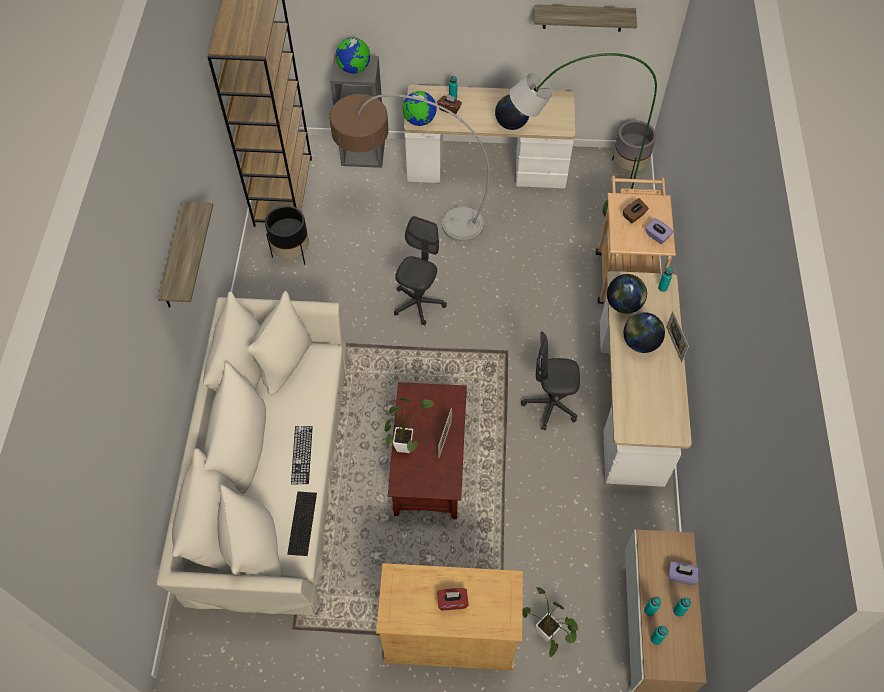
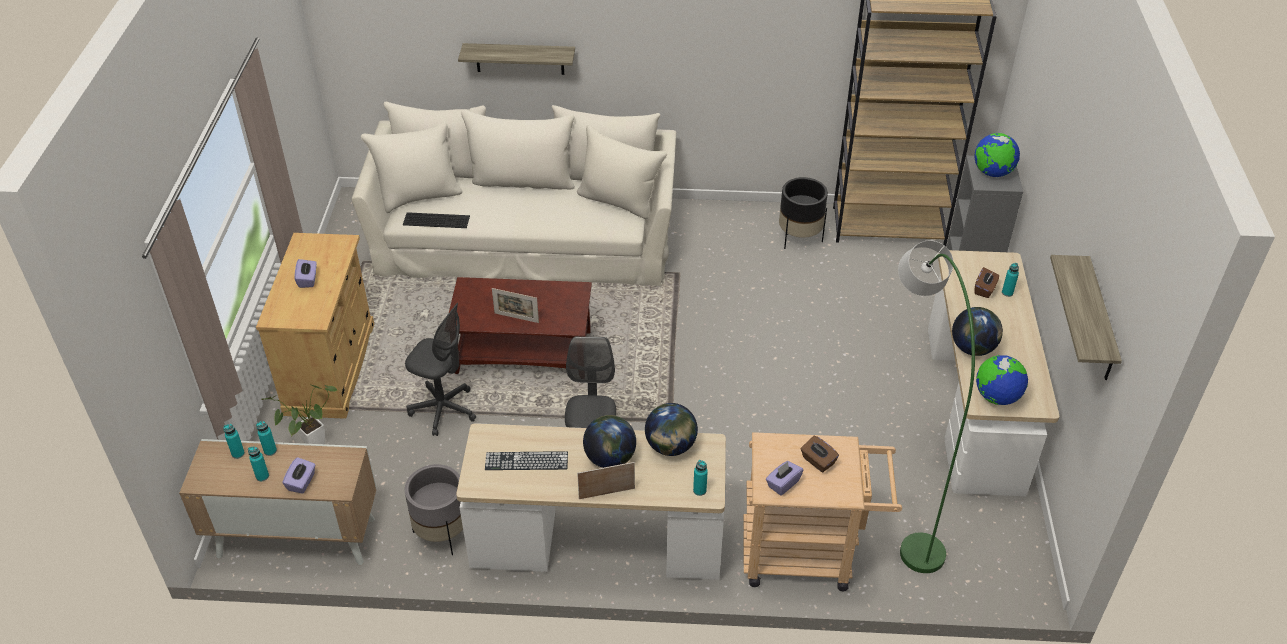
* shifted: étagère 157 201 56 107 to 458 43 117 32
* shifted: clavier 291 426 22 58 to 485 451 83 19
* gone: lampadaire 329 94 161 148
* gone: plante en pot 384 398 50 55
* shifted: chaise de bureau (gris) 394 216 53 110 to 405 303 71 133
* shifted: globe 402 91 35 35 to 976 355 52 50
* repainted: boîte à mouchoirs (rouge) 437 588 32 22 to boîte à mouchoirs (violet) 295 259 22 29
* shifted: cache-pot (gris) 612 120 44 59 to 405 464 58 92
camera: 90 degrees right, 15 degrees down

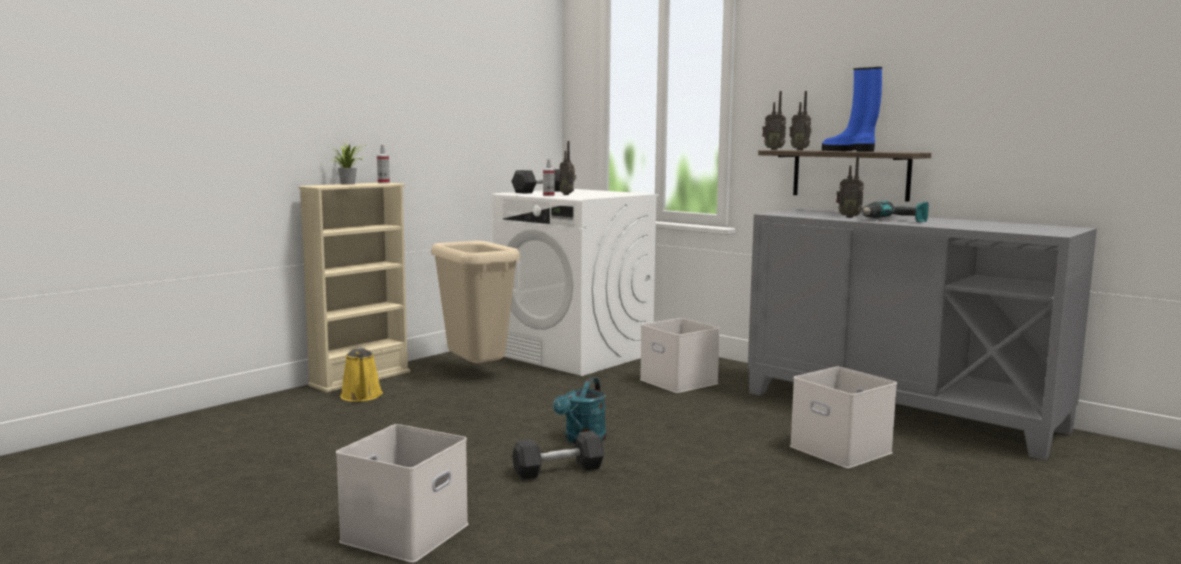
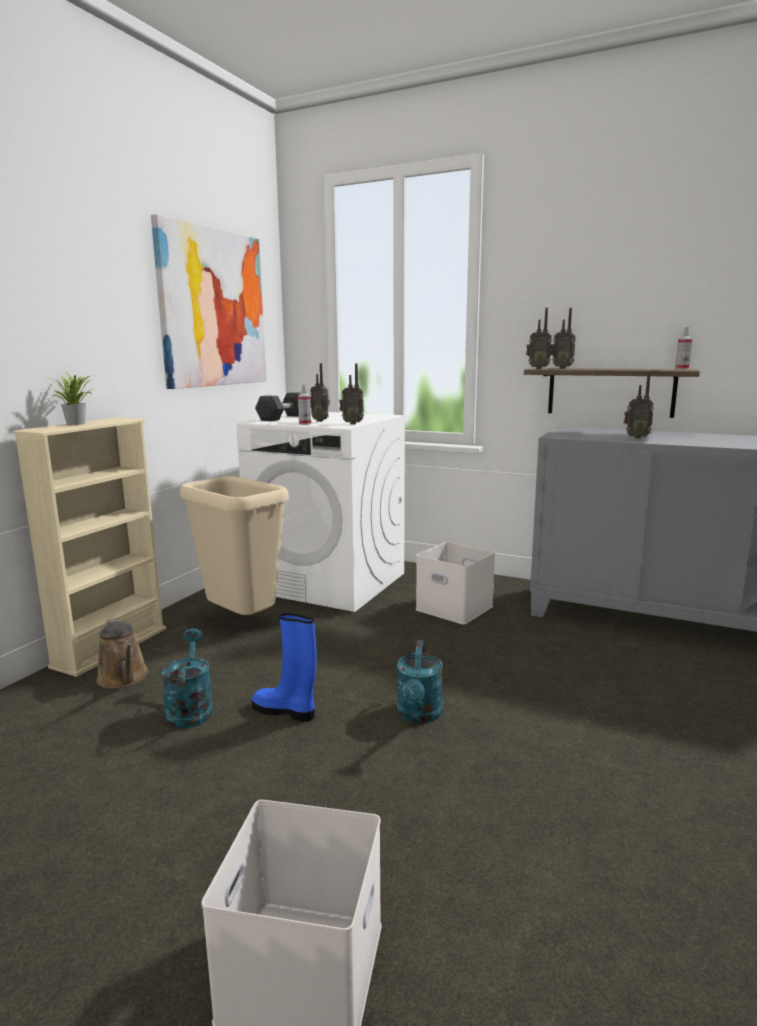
* repainted: arrosoir (jaune) 340 347 43 55 to arrosoir (marron) 96 618 52 71
* shifted: vaporisateur 377 145 13 39 to 675 327 17 43
* gone: haltère (gris) 512 431 93 49
* gone: boîte de rangement (blanc) 790 367 107 101
* shifted: botte (bleu) 822 67 60 85 to 252 613 65 109
* gone: perceuse 862 201 67 21
* new: tableau 151 214 115 175
* new: arrosoir (turquoise) 162 628 51 101
* new: radio 339 364 25 60
camera: 15 degrees left, 5 degrees up

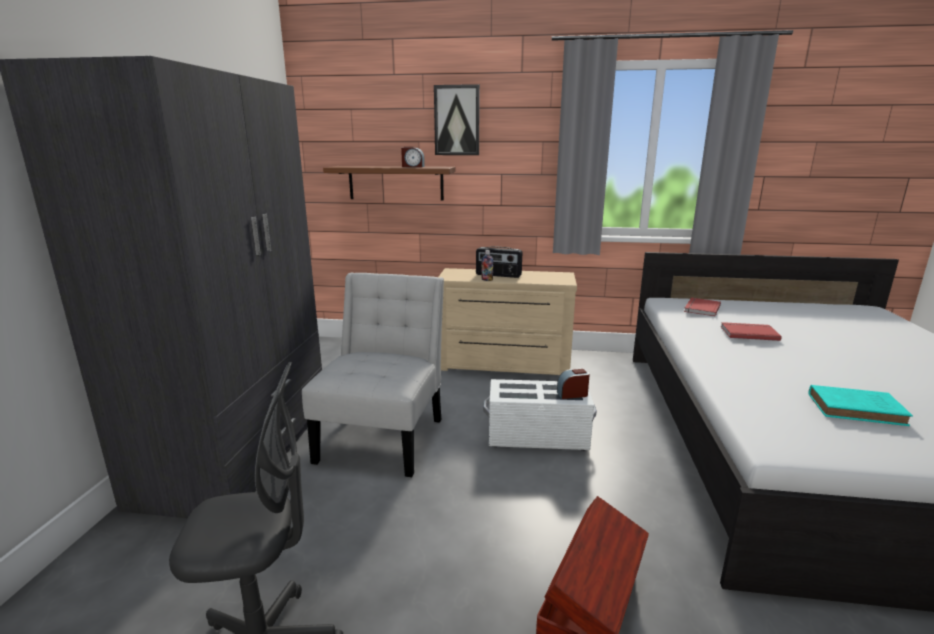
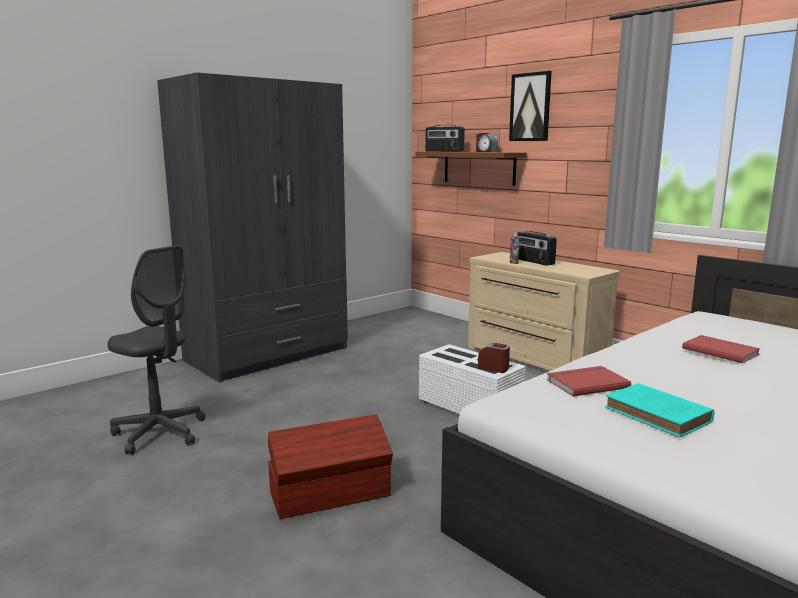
* gone: chaise (blanc) 302 272 142 205
* shifted: livre (rouge) 684 298 37 19 to 546 366 85 31
* new: radio 425 125 40 27
camera: 40 degrees right, 5 degrees down

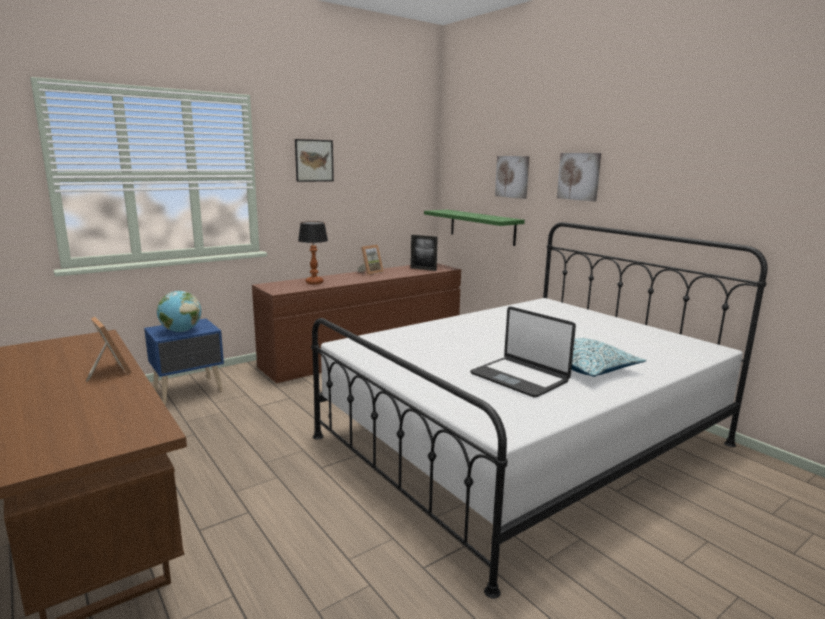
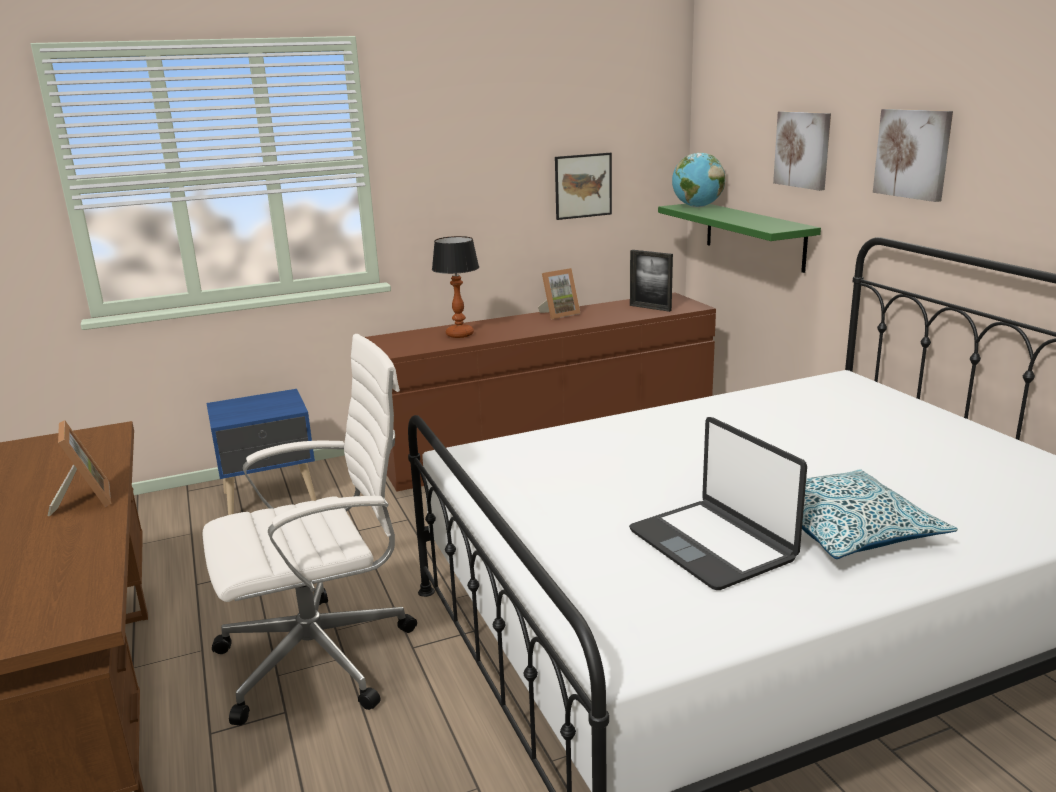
* shifted: globe 157 291 44 41 to 672 153 54 54
* shifted: tableau 295 139 39 43 to 555 153 57 67
* new: chaise de bureau (blanc) 203 334 214 392
camera: 15 degrees right, 5 degrees up

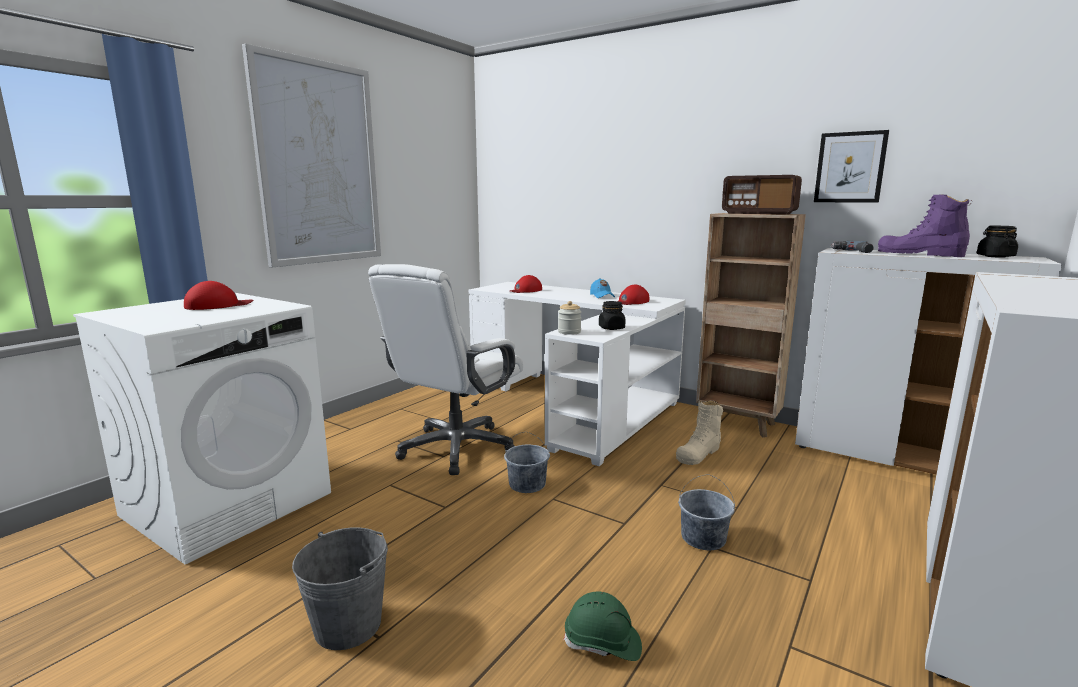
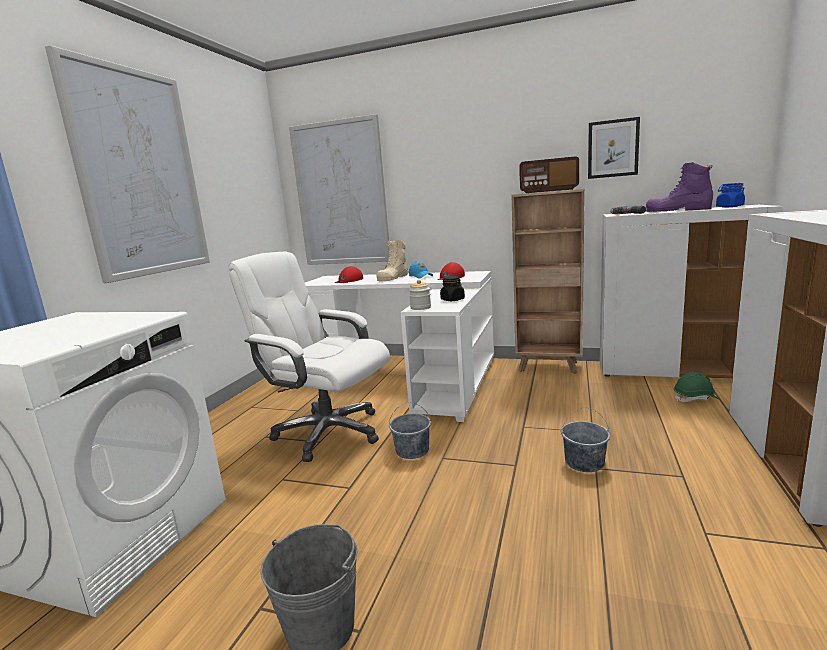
* gone: casquette (rouge) 184 281 69 29
* rotated: chaise de bureau (blanc) 368 264 155 211 = 228 251 162 211 105 degrees clockwise
* shifted: casque de chantier (vert) 563 592 79 69 to 674 372 44 30
* shifted: botte (beige) 676 400 47 65 to 377 240 31 41
* repainted: bocal (noir) 977 226 41 32 to bocal (bleu) 716 183 29 24
* new: tableau 289 114 100 151
camera: 15 degrees left, 0 degrees up

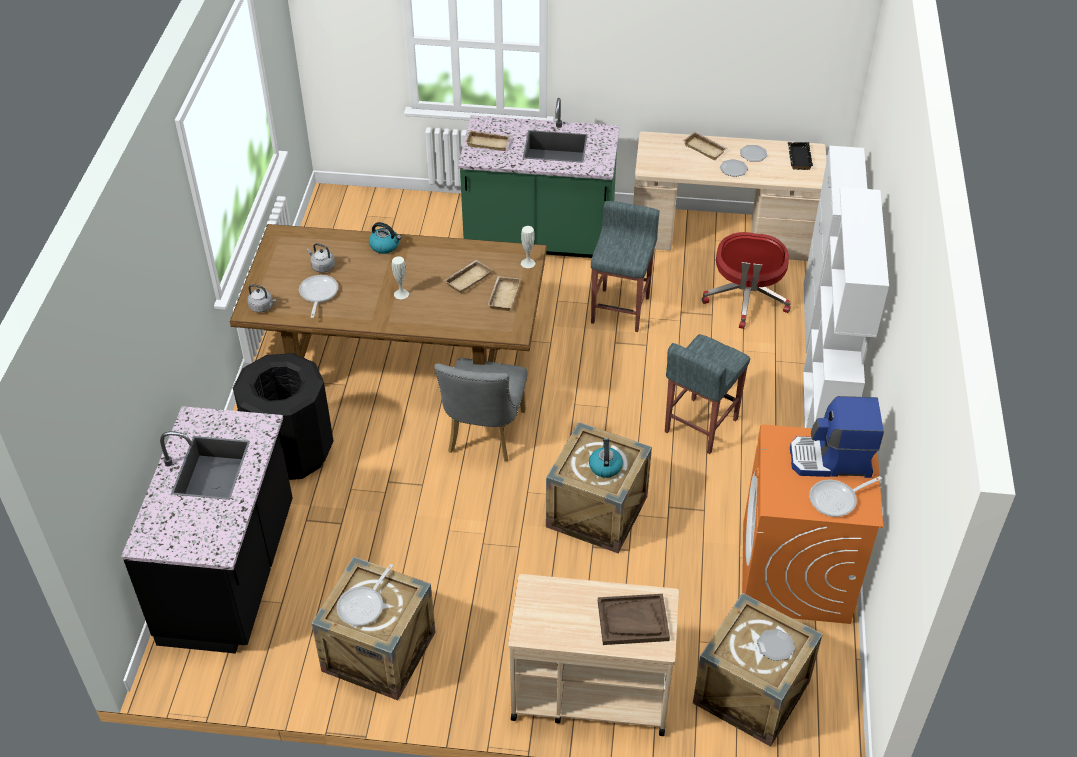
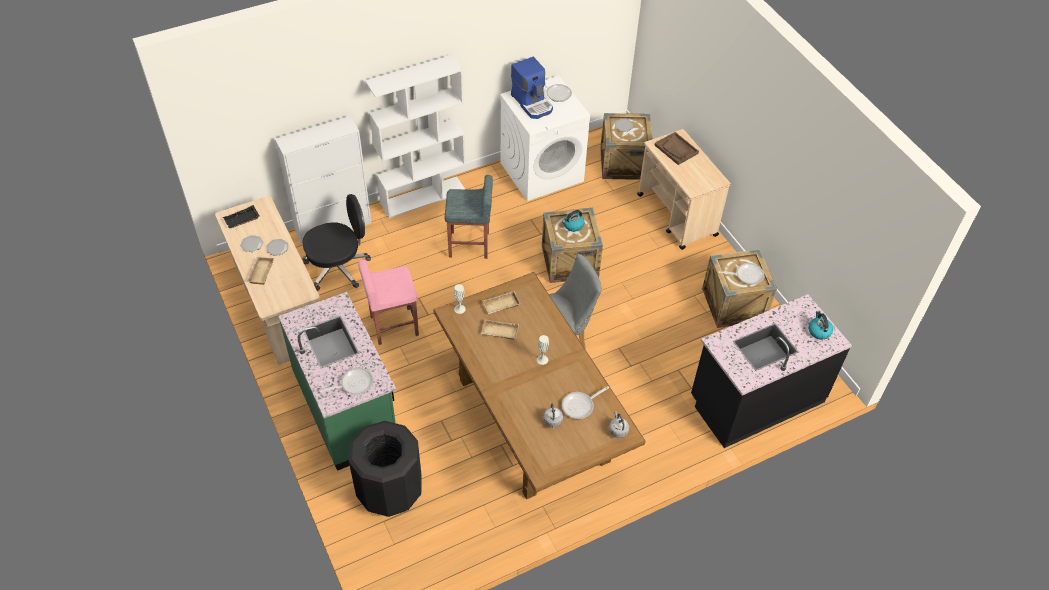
* shifted: poubelle (noir) 233 353 101 127 to 349 421 73 96
* shifted: bouilloire 369 222 32 32 to 808 311 25 28
* swapped: plateau (beige) 466 130 44 21 to poêle 319 368 54 27
* repainted: tabouret (gris) 591 201 68 131 to tabouret (rose) 358 260 61 85
* repainted: chaise de bureau (rouge) 702 232 89 97 to chaise de bureau (noir) 302 194 69 97
* repainted: lave-linge (orange) 742 424 141 200 to lave-linge (blanc) 500 76 90 125
camera: 125 degrees left, 5 degrees up

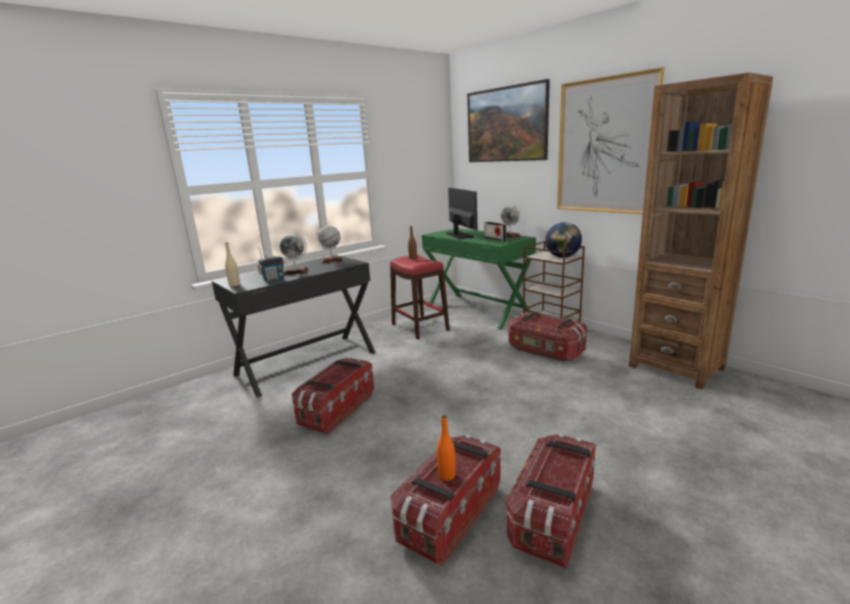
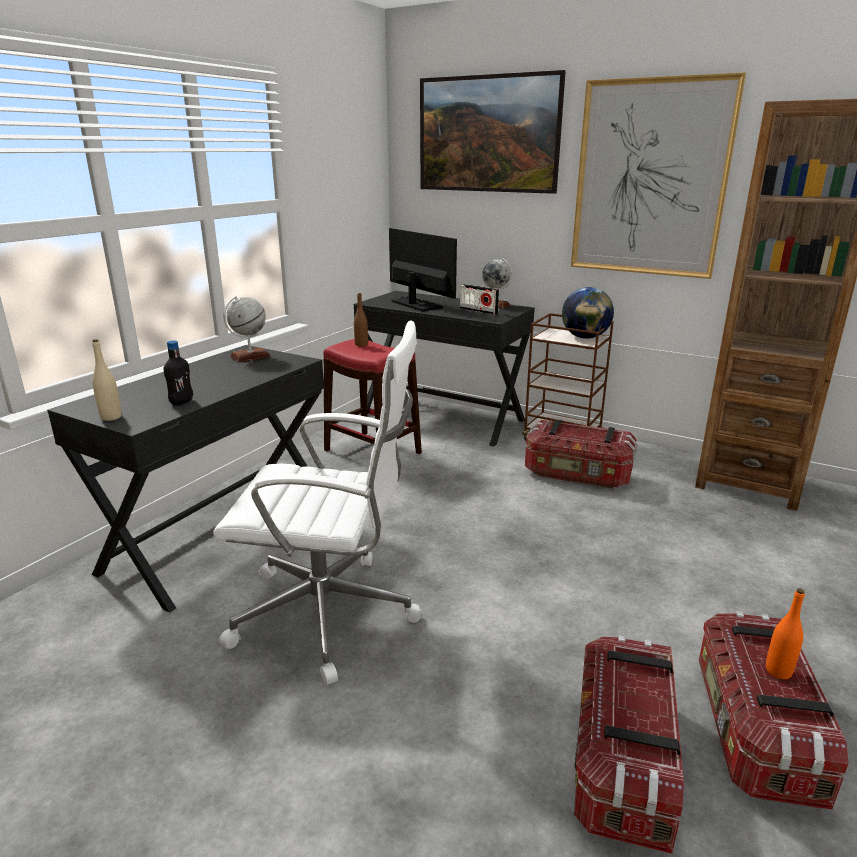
* swapped: radio 258 247 27 35 to bouteille (noir) 163 340 30 65
* gone: globe 280 233 28 42
* swapped: boîte de rangement 292 357 82 77 to chaise de bureau (blanc) 213 321 209 364
* repainted: bureau (vert) 422 228 114 102 to bureau (noir) 354 291 181 156
* shifted: bouteille (orange) 437 415 19 66 to 766 588 39 91
camera: 20 degrees left, 5 degrees up

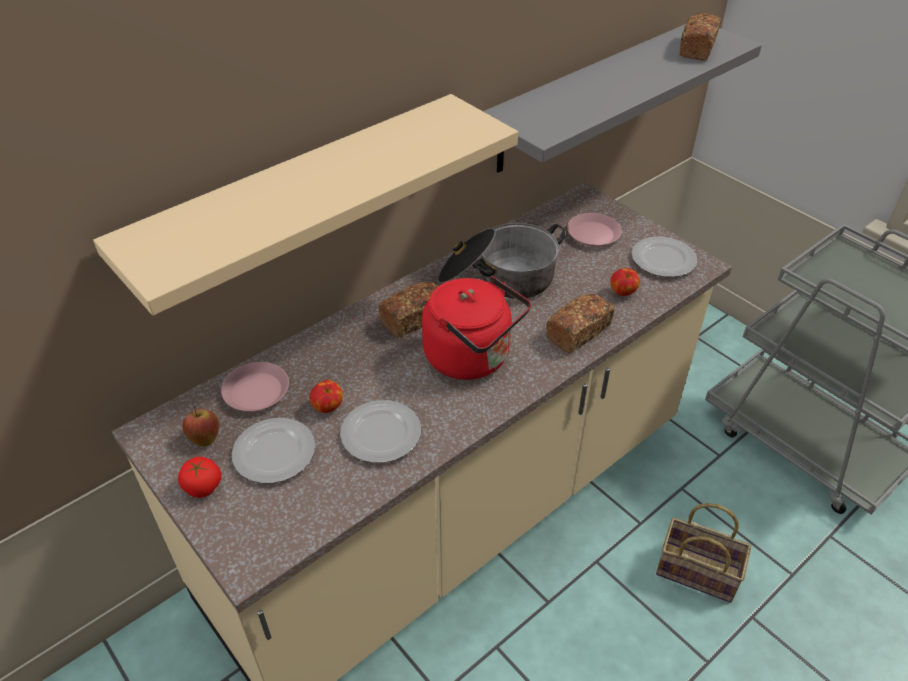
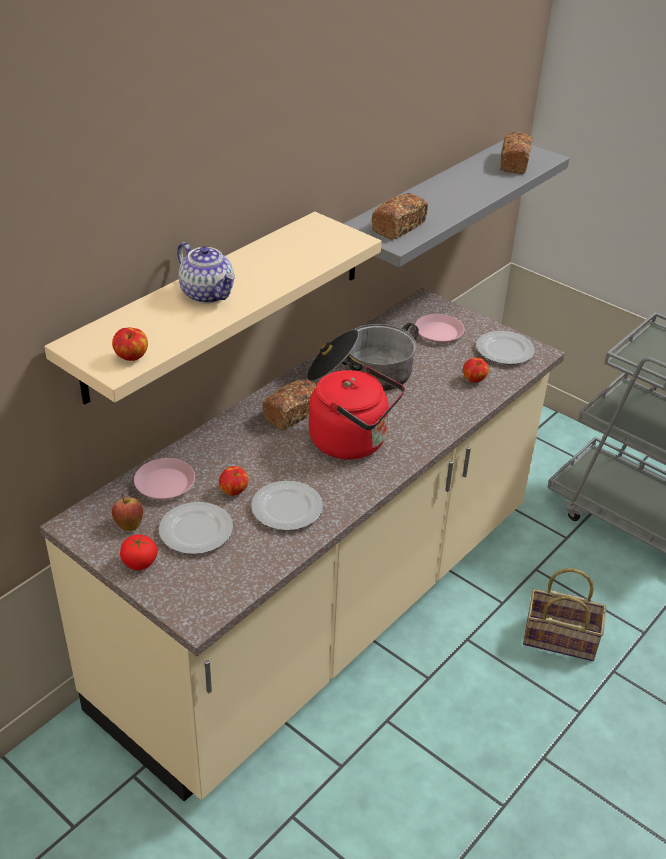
* shifted: pain 546 293 68 60 to 371 193 57 47
* new: pomme 112 328 36 33
* new: théière 177 242 58 61
camera: 10 degrees left, 5 degrees down

